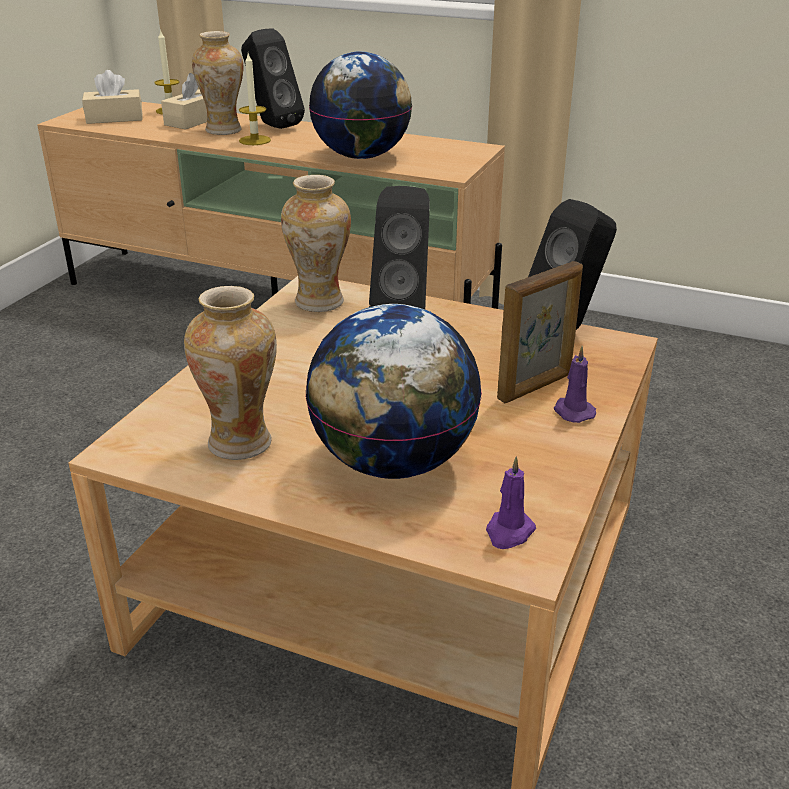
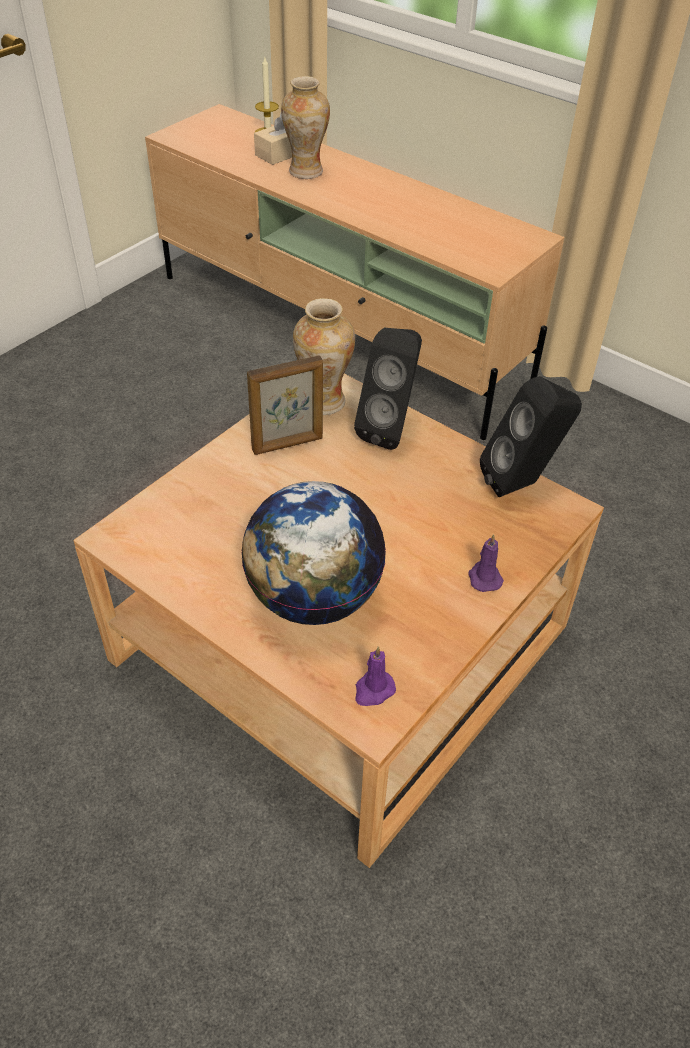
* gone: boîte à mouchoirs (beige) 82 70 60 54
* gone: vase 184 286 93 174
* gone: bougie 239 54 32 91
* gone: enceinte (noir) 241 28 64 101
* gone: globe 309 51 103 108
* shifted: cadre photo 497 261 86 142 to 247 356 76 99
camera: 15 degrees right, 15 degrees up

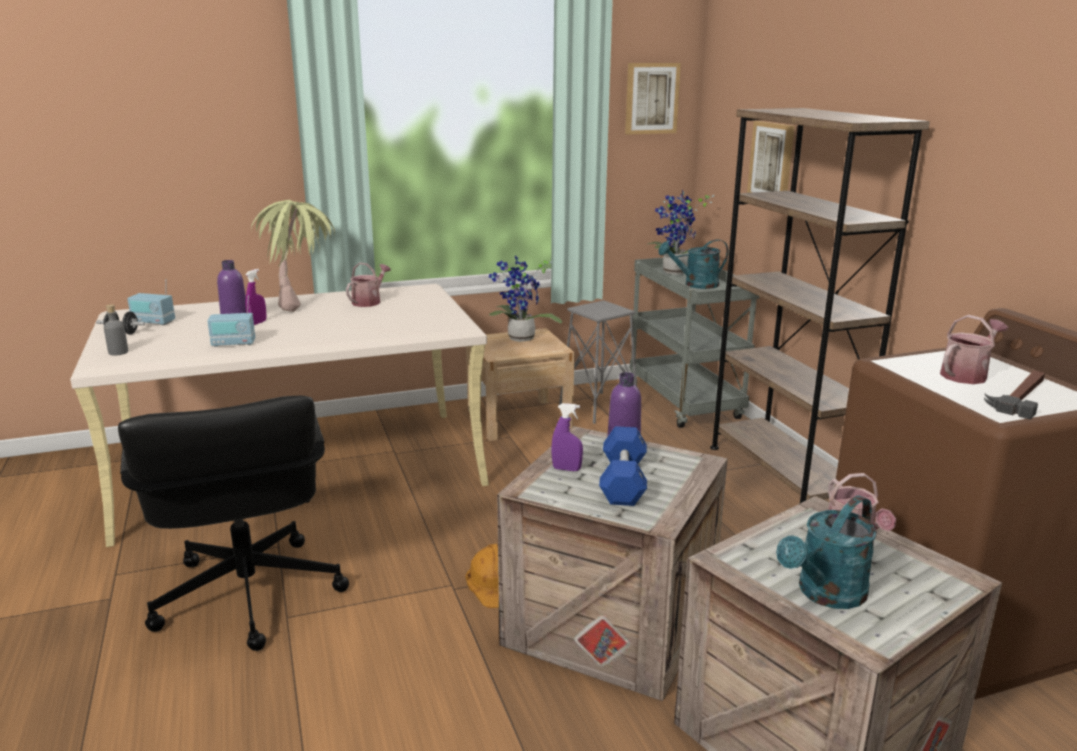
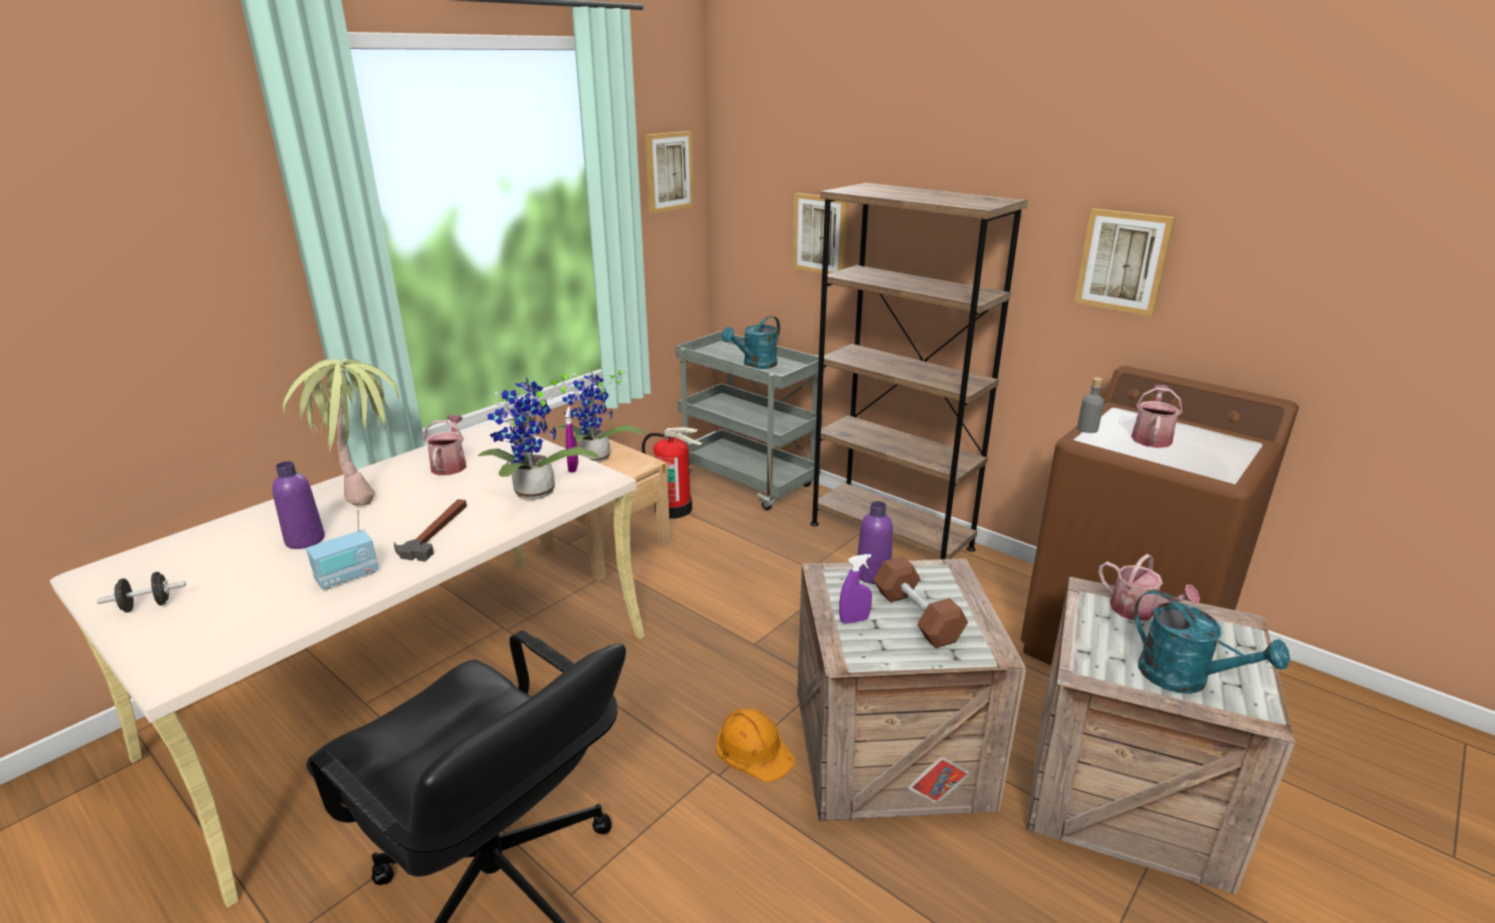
* shifted: bouteille (gris) 104 304 24 51 to 1077 377 27 56
* gone: radio 127 279 48 46
* shifted: vaporisateur (violet) 245 269 22 56 to 565 407 13 65
* swapped: tabouret (gris) 559 300 78 124 to extincteur 642 427 60 92
* repainted: haltère (bleu) 599 426 48 80 to haltère (marron) 873 556 95 92
* shifted: plante en pot 648 189 72 86 to 478 373 121 127
* rotated: arrosoir (turquoise) 776 495 101 114 = 1134 590 156 104 60 degrees counterclockwise
* shifted: marteau 984 371 61 49 to 394 499 73 63
* new: tableau 1074 208 102 108
camera: 30 degrees left, 5 degrees up

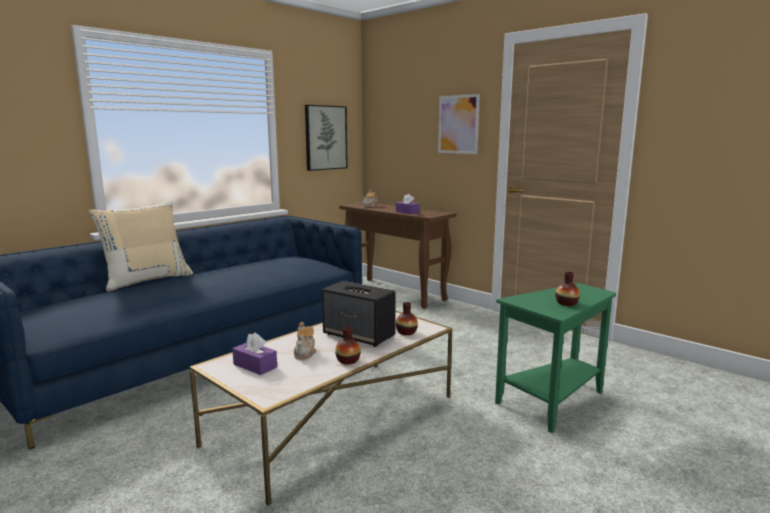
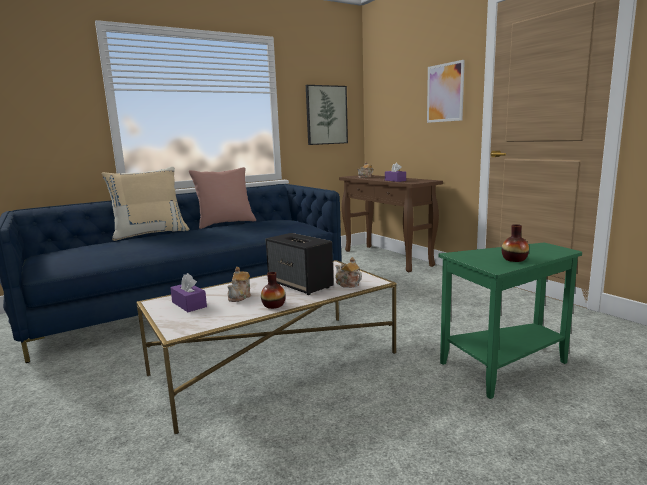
* swapped: vase 396 302 22 33 to théière 335 257 27 31
* new: coussin (rose) 189 167 67 62
camera: 15 degrees right, 0 degrees up

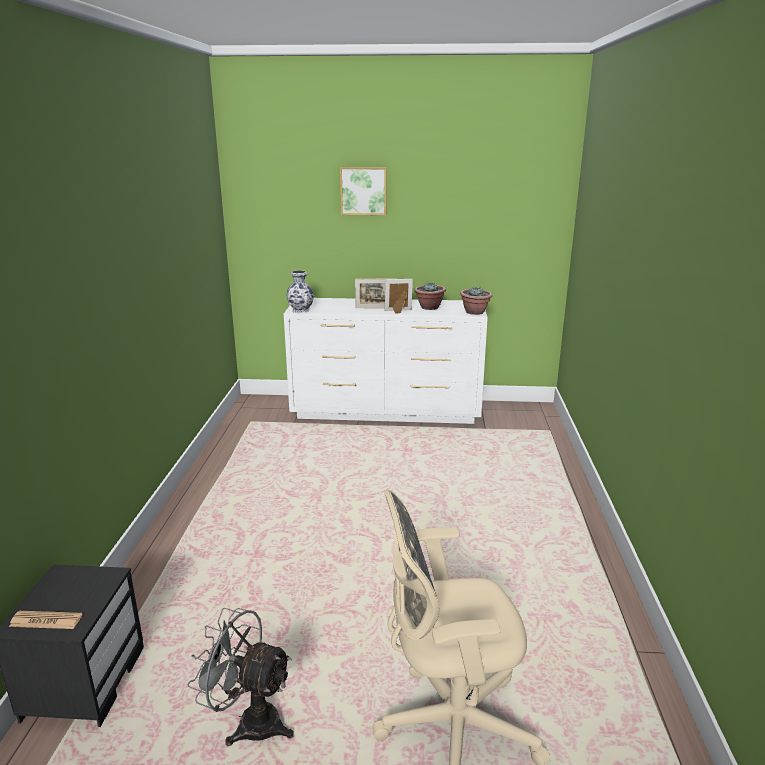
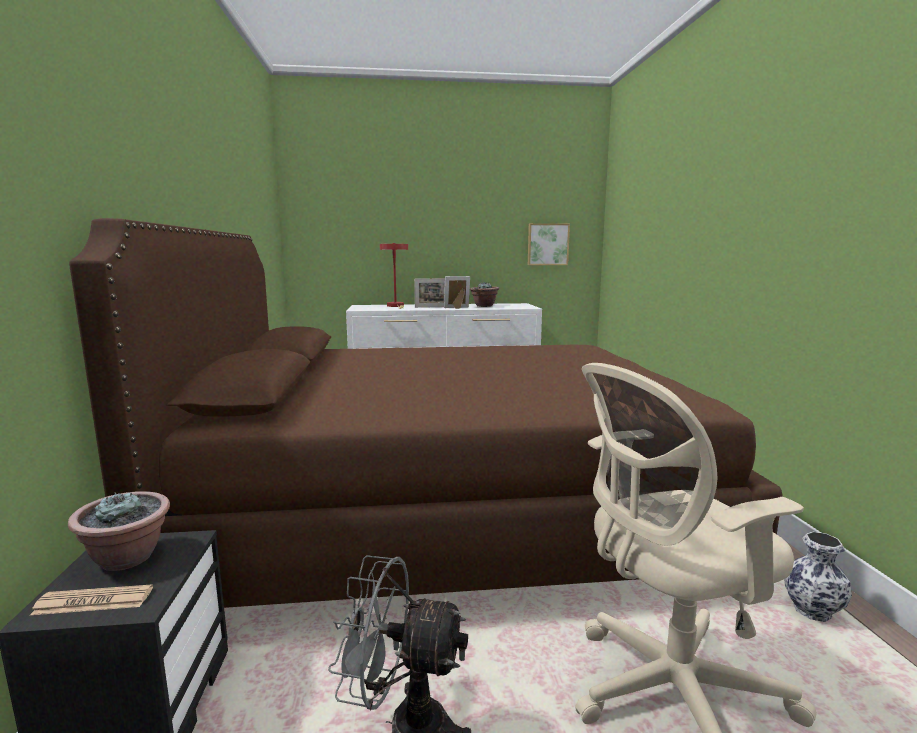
* shifted: vase 286 270 28 43 to 784 532 68 90
* shifted: tableau 340 167 47 48 to 528 223 42 42
* shifted: plante en pot 460 286 33 29 to 68 491 102 80
* new: lit (marron) 69 218 713 390
* new: lampe de table (rouge) 380 243 28 66
camera: 10 degrees left, 10 degrees down

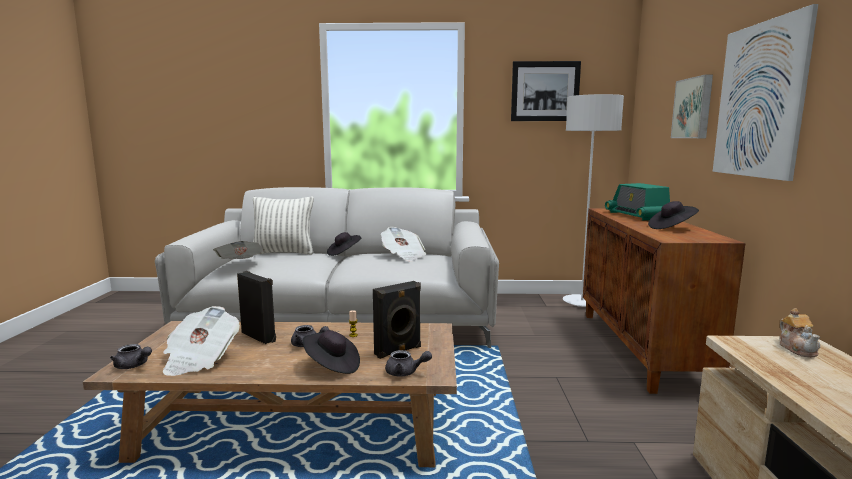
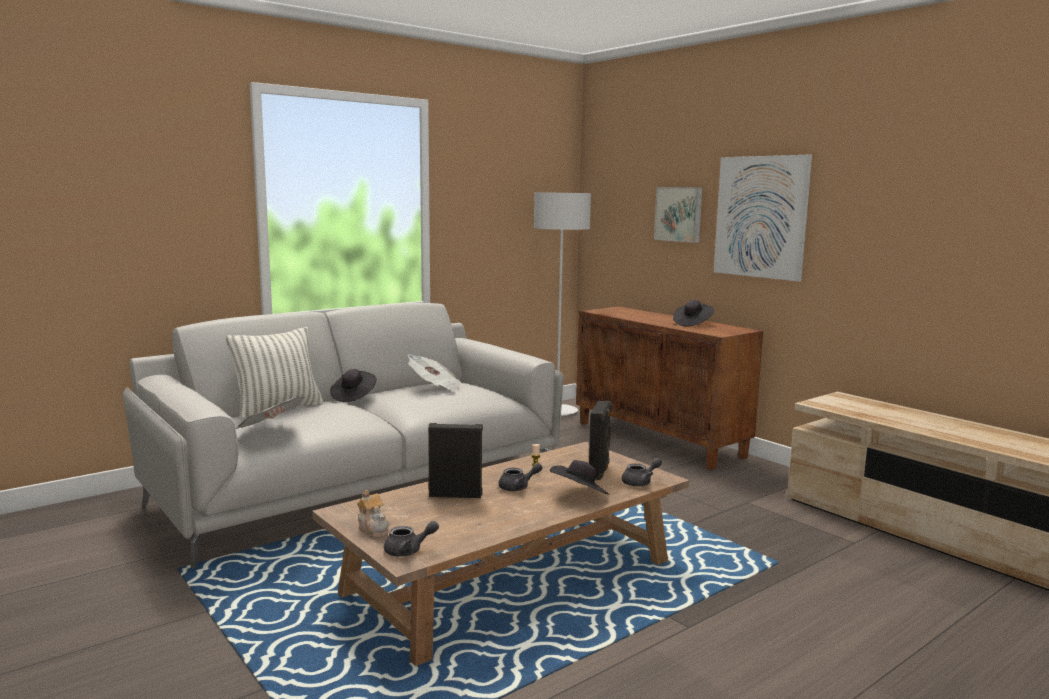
* gone: journal 163 306 77 70
* gone: tableau 511 61 70 60
* gone: radio 605 183 65 38
* shifted: théière 779 308 41 49 to 357 490 33 48
camera: 40 degrees left, 0 degrees up

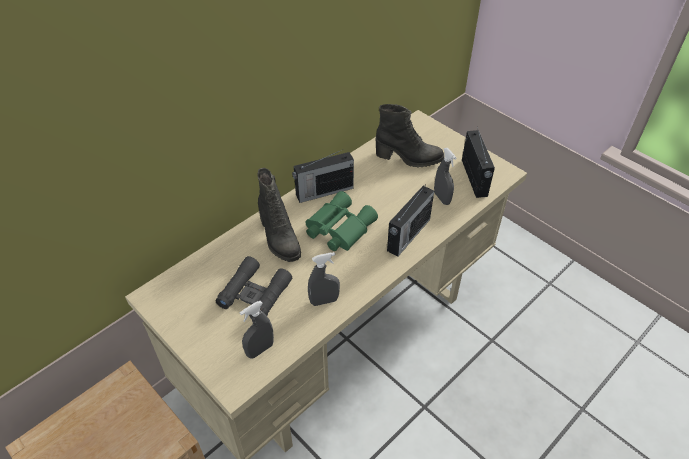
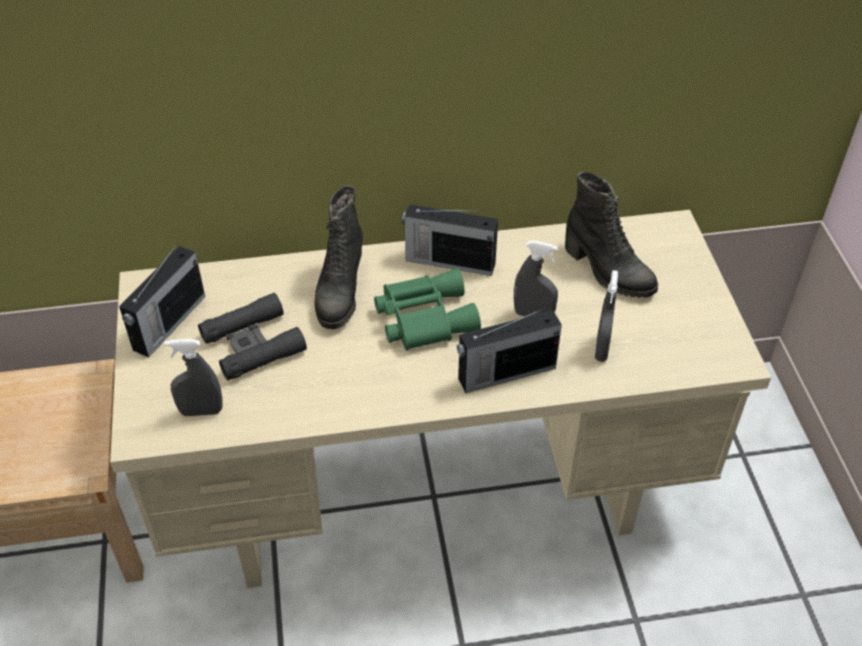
* shifted: vaporisateur (gris) 308 252 32 54 to 514 240 44 77
* shifted: radio 462 127 33 71 to 119 244 86 113
camera: 35 degrees right, 0 degrees up

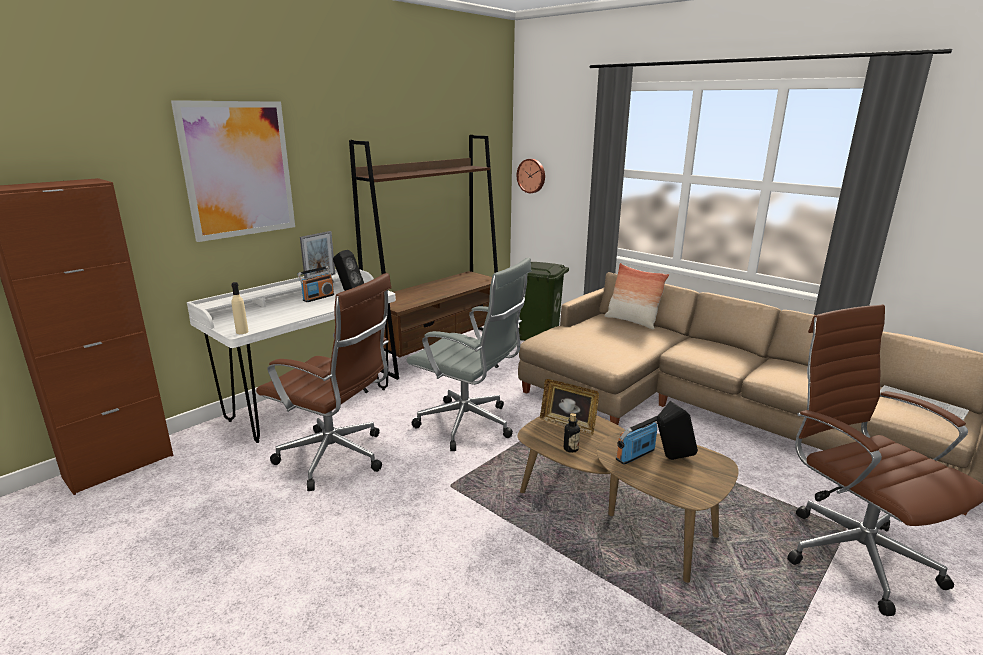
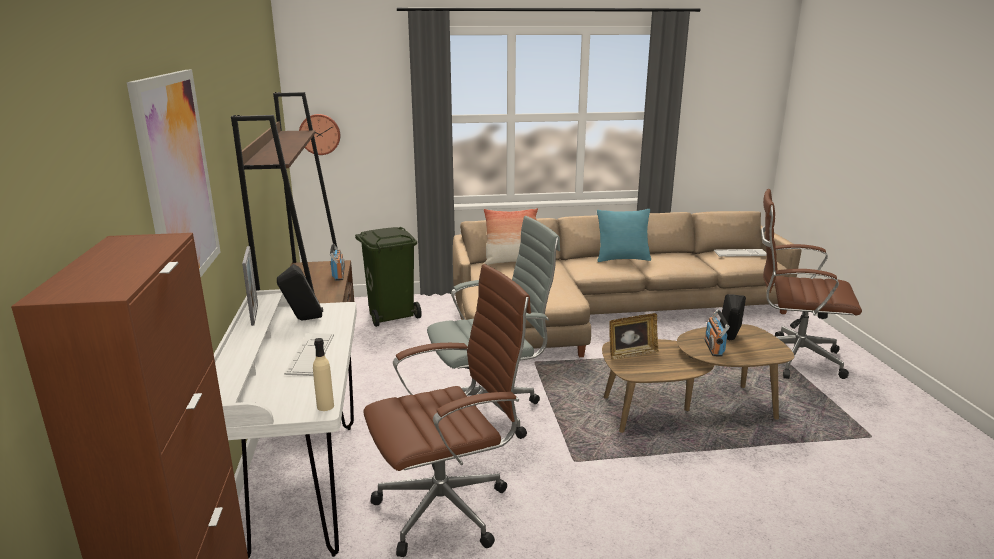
* shifted: radio 297 266 37 36 to 330 243 15 38
* gone: bouteille 564 413 16 40
* new: clavier 284 333 50 43
* new: coussin (turquoise) 597 209 54 53
camera: 50 degrees left, 0 degrees up

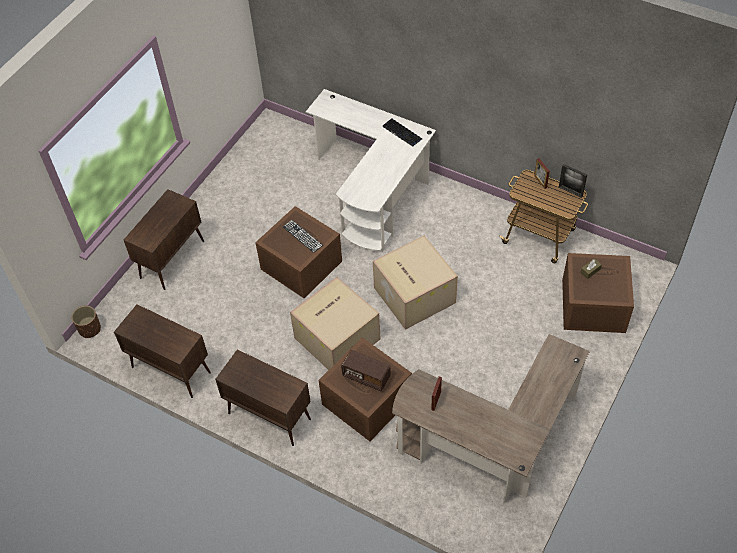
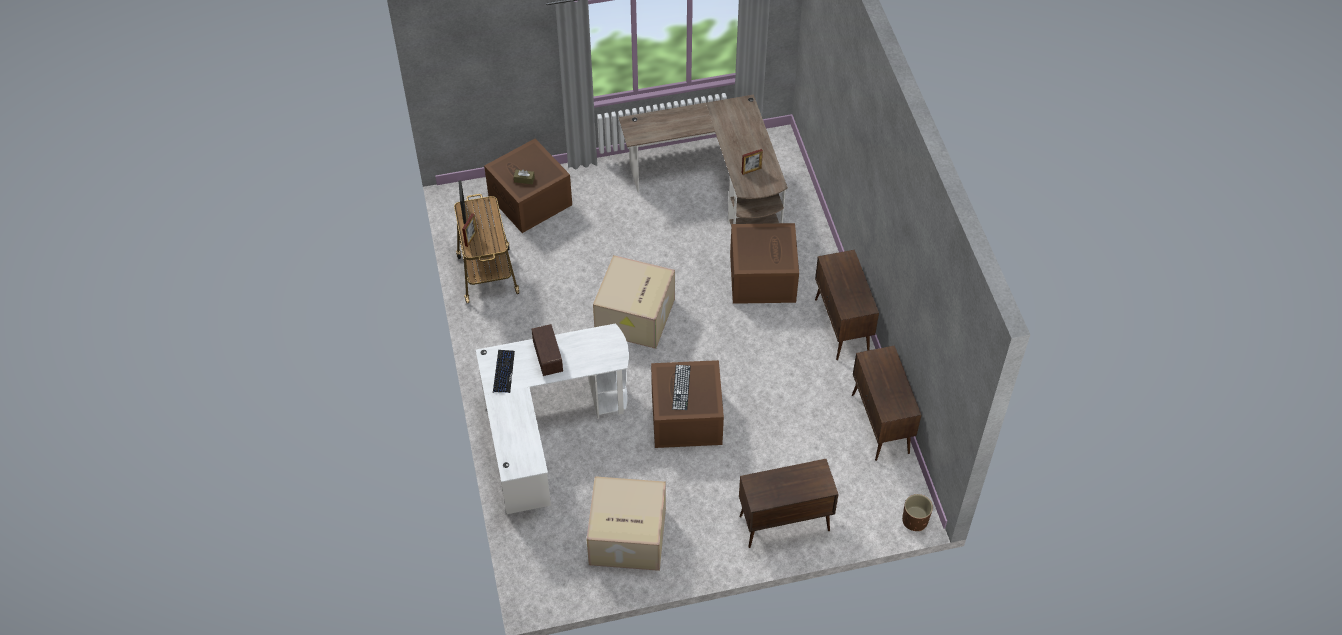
* shifted: carton 290 277 91 93 to 586 476 80 95
* shifted: radio 341 350 50 41 to 531 324 32 52
camera: 135 degrees left, 0 degrees up

